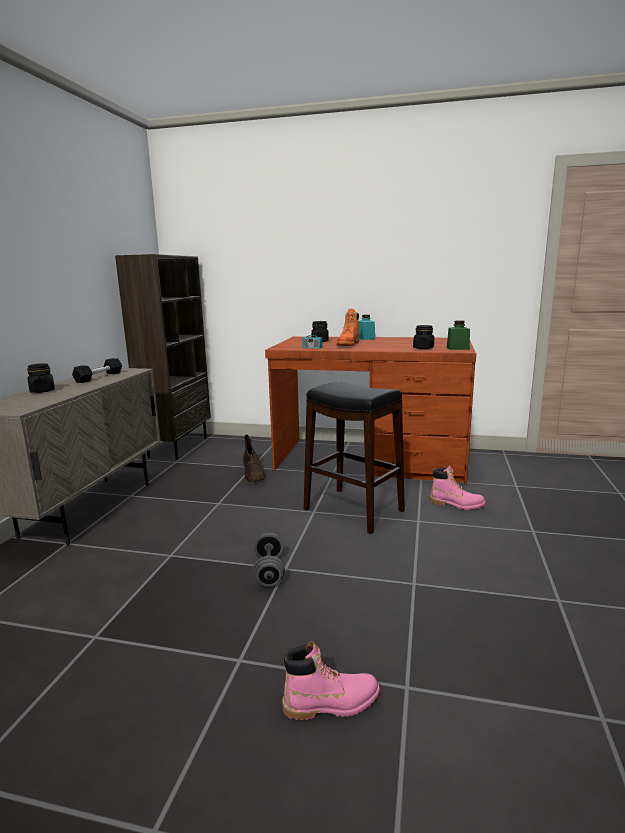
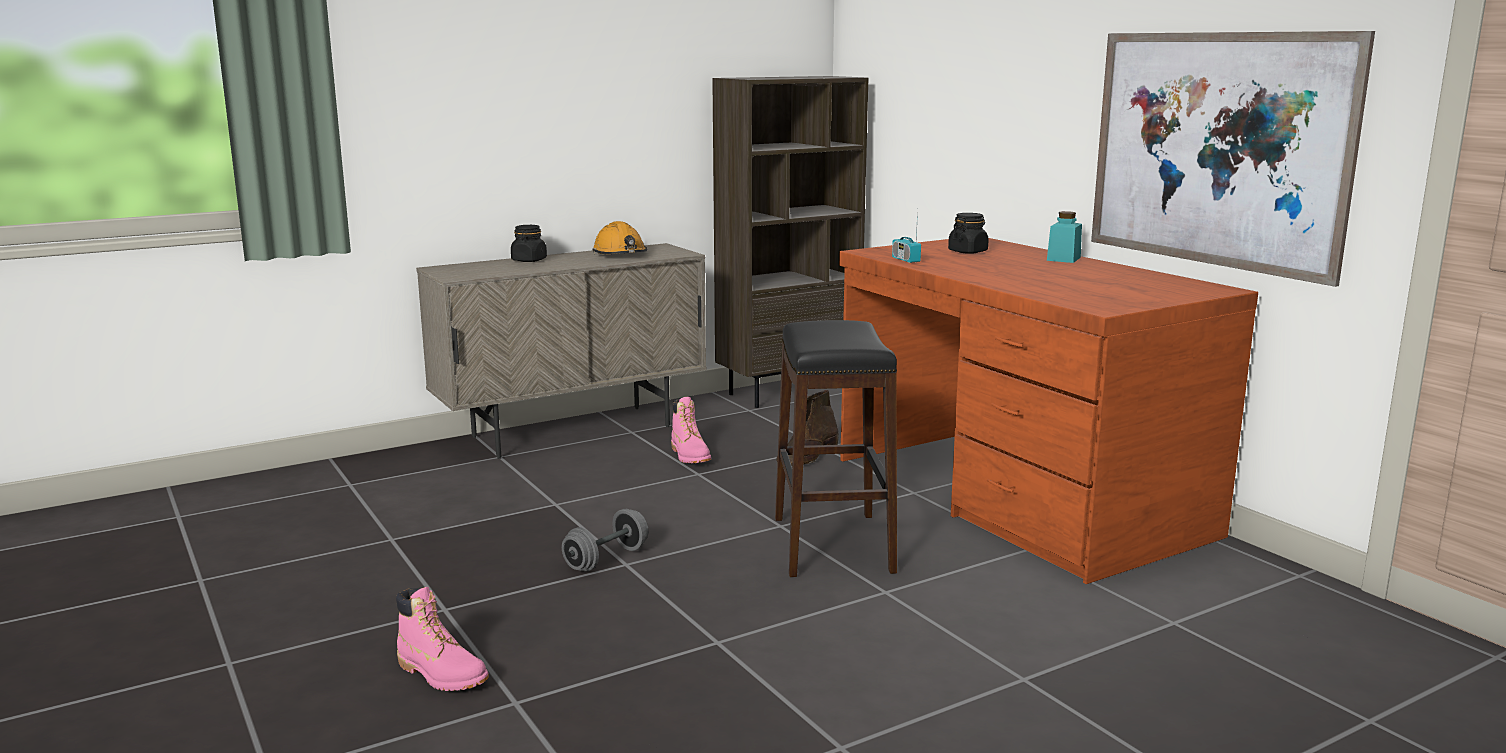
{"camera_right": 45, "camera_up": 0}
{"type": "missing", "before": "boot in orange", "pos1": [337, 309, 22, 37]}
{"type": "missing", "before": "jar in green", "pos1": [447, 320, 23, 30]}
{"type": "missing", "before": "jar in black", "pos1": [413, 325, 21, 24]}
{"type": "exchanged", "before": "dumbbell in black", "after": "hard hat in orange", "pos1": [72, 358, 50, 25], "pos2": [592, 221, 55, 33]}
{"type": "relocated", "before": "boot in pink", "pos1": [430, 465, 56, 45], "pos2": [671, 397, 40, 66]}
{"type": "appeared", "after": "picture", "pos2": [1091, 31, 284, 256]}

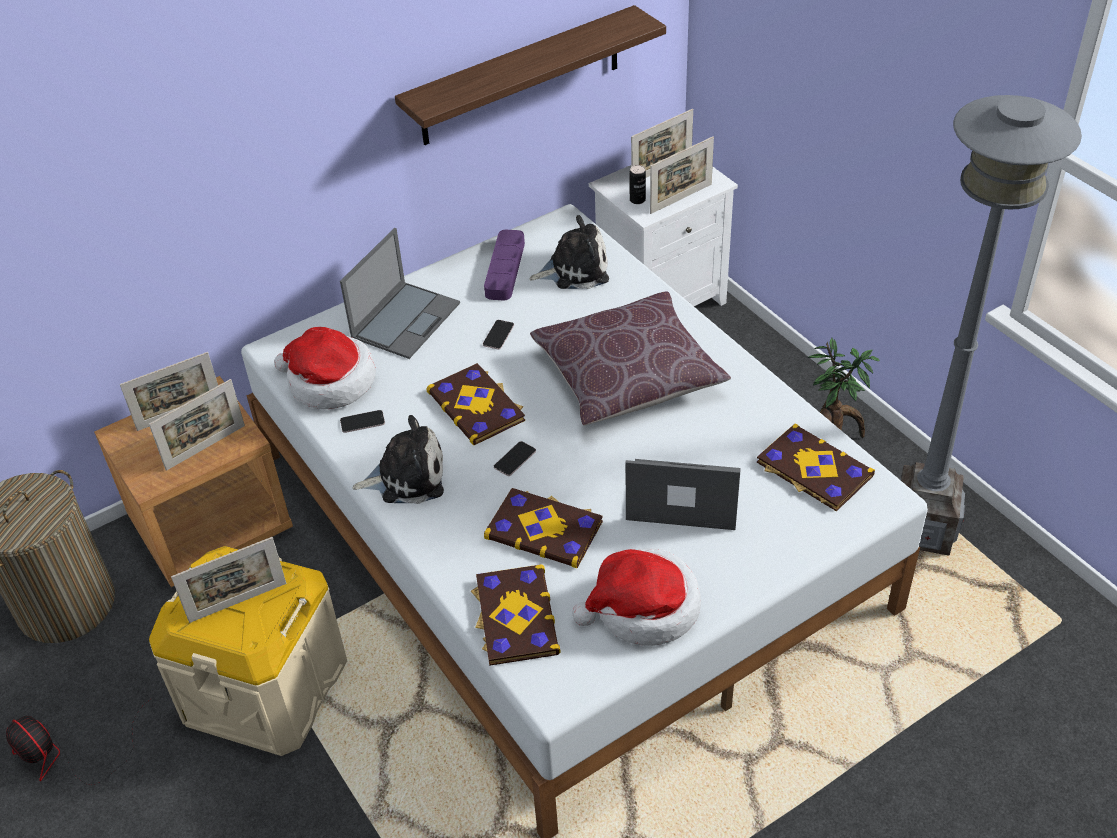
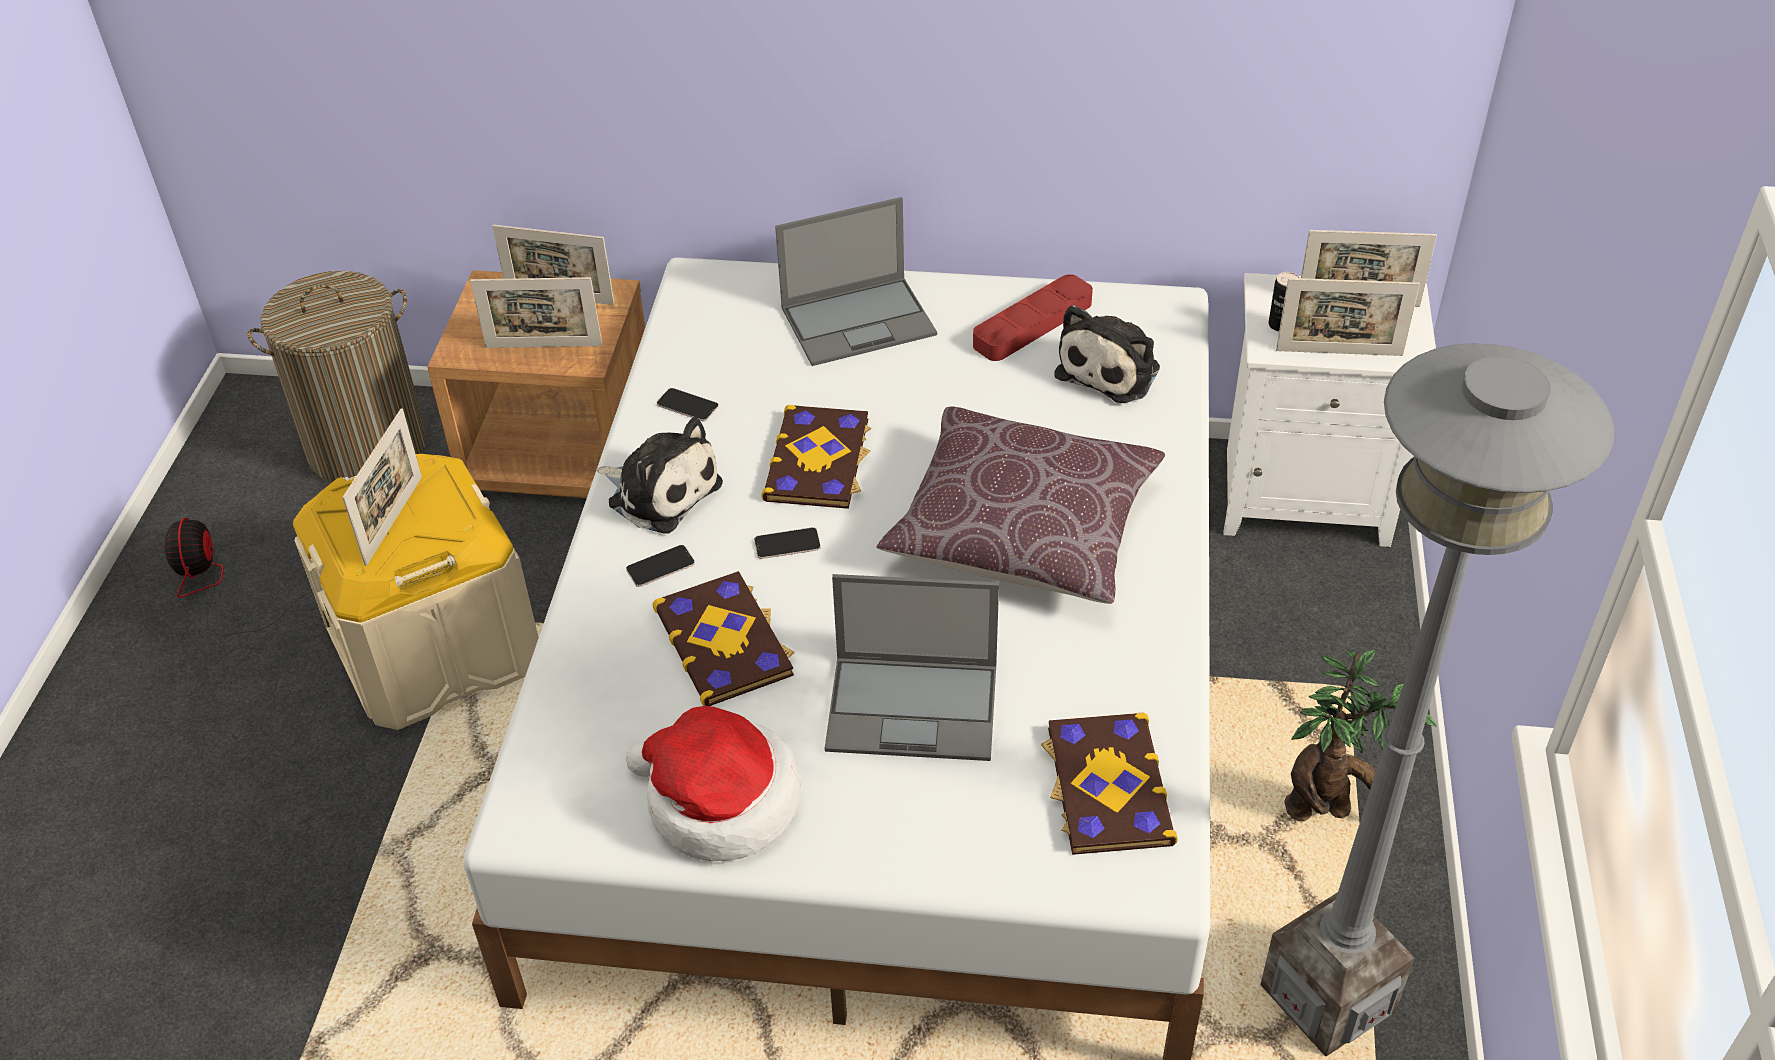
{"camera_right": 40, "camera_up": 0}
{"type": "missing", "before": "shelf", "pos1": [395, 5, 271, 140]}
{"type": "spun", "before": "plush toy", "pos1": [529, 215, 80, 74], "pos2": [1054, 305, 106, 98], "turn": 90}
{"type": "colour", "before": "tray in purple", "after": "tray in red", "pos1": [484, 230, 41, 71], "pos2": [973, 274, 120, 87]}
{"type": "relocated", "before": "phone", "pos1": [483, 320, 31, 29], "pos2": [626, 545, 69, 42]}
{"type": "missing", "before": "hat", "pos1": [274, 327, 102, 82]}
{"type": "spun", "before": "laptop", "pos1": [625, 459, 116, 71], "pos2": [825, 574, 174, 187], "turn": 135}
{"type": "spun", "before": "picture frame", "pos1": [171, 537, 115, 86], "pos2": [342, 408, 80, 158], "turn": -90}
{"type": "missing", "before": "book", "pos1": [471, 564, 90, 102]}

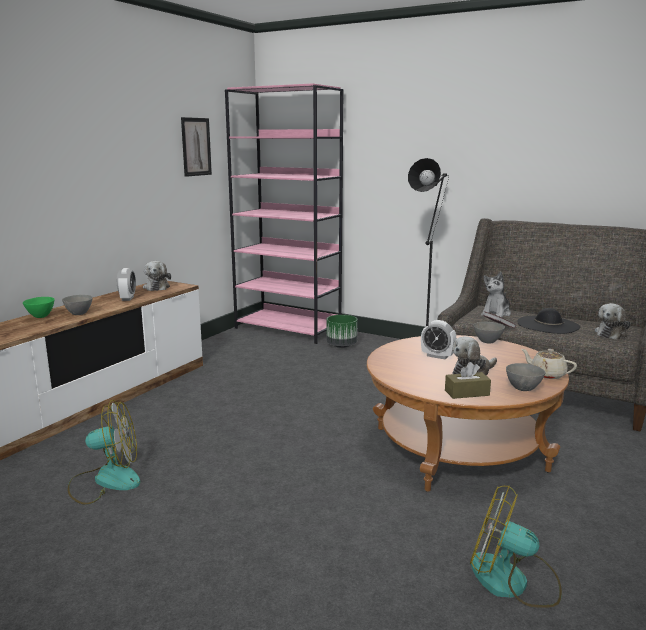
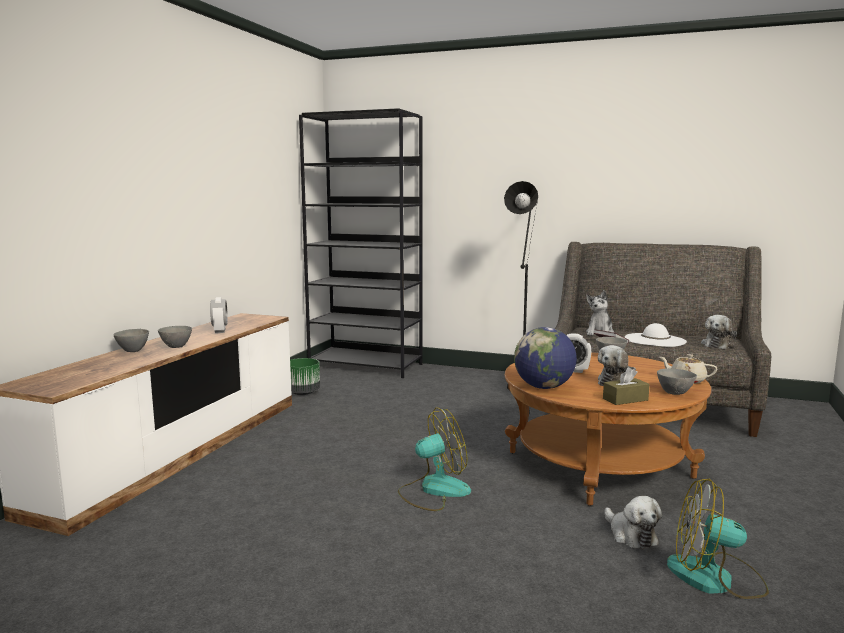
{"camera_right": -10, "camera_up": -5}
{"type": "colour", "before": "bookcase in pink", "after": "bookcase in black", "pos1": [225, 83, 118, 261], "pos2": [299, 108, 123, 270]}
{"type": "missing", "before": "picture", "pos1": [181, 117, 31, 60]}
{"type": "relocated", "before": "plush toy", "pos1": [143, 261, 28, 30], "pos2": [604, 496, 58, 53]}
{"type": "colour", "before": "bowl in green", "after": "bowl in grey", "pos1": [23, 297, 32, 21], "pos2": [113, 329, 36, 23]}
{"type": "colour", "before": "hat in black", "after": "hat in white", "pos1": [517, 308, 63, 26], "pos2": [625, 323, 62, 24]}
{"type": "relocated", "before": "planter in green", "pos1": [326, 315, 32, 33], "pos2": [290, 358, 30, 37]}
{"type": "relocated", "before": "fan", "pos1": [68, 400, 72, 105], "pos2": [398, 408, 73, 103]}
{"type": "appeared", "after": "globe", "pos2": [514, 327, 63, 62]}

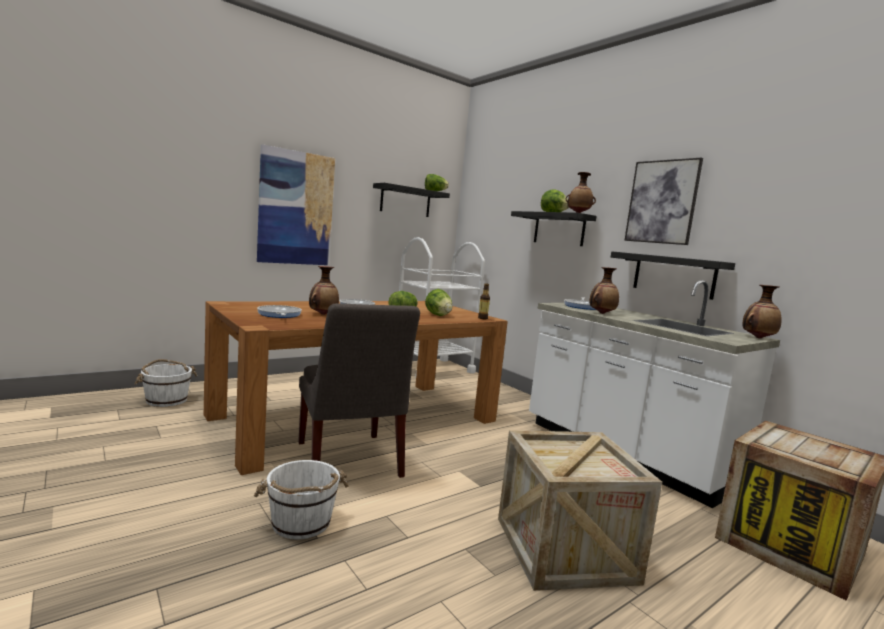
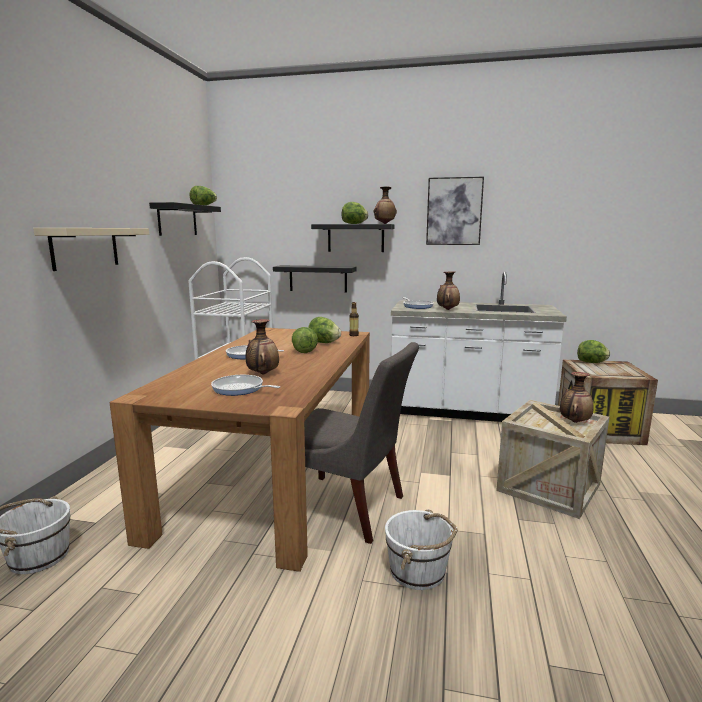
{"camera_right": -40, "camera_up": 5}
{"type": "exchanged", "before": "picture", "after": "shelf in beige", "pos1": [257, 144, 78, 121], "pos2": [33, 228, 116, 43]}
{"type": "relocated", "before": "shelf in black", "pos1": [611, 251, 124, 49], "pos2": [273, 265, 84, 28]}
{"type": "relocated", "before": "vase", "pos1": [742, 285, 40, 54], "pos2": [560, 372, 34, 51]}
{"type": "appeared", "after": "lettuce", "pos2": [577, 340, 33, 23]}

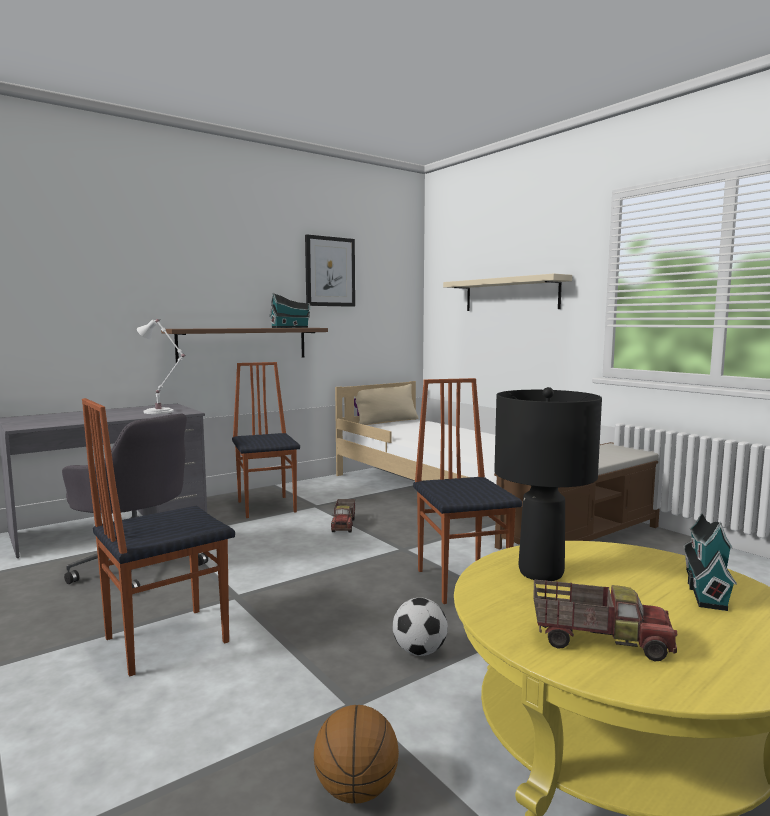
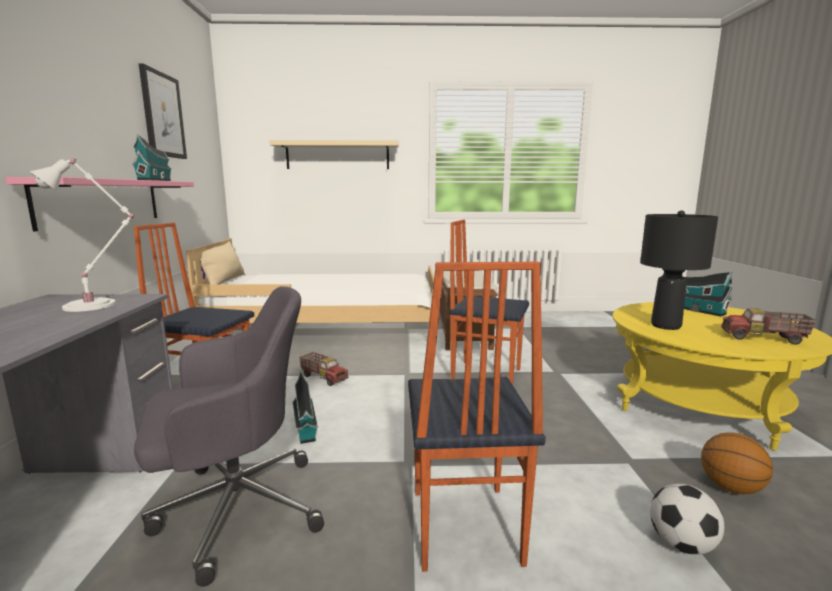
{"camera_right": -55, "camera_up": 5}
{"type": "colour", "before": "shelf in brown", "after": "shelf in pink", "pos1": [161, 328, 167, 35], "pos2": [5, 177, 189, 55]}
{"type": "spun", "before": "toy truck", "pos1": [534, 579, 143, 82], "pos2": [721, 308, 96, 37], "turn": -120}
{"type": "relocated", "before": "football", "pos1": [393, 597, 55, 59], "pos2": [650, 484, 74, 71]}
{"type": "appeared", "after": "toy house", "pos2": [293, 371, 25, 73]}

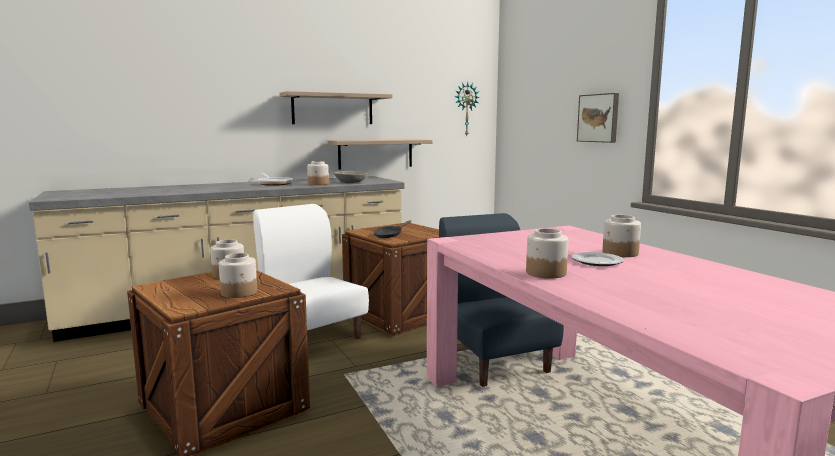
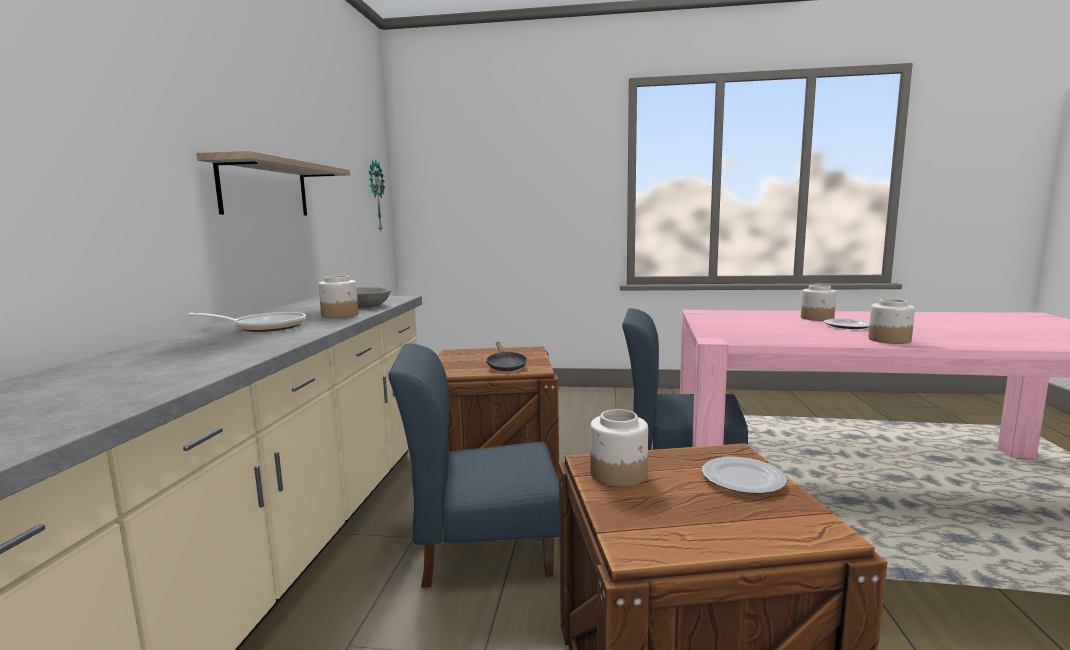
{"camera_right": -55, "camera_up": 0}
{"type": "missing", "before": "picture", "pos1": [577, 93, 42, 50]}
{"type": "missing", "before": "shelf", "pos1": [327, 139, 106, 30]}
{"type": "colour", "before": "chair in white", "after": "chair in blue", "pos1": [253, 204, 116, 135], "pos2": [388, 344, 171, 244]}
{"type": "exchanged", "before": "jar", "after": "plate", "pos1": [219, 253, 38, 45], "pos2": [702, 457, 85, 37]}

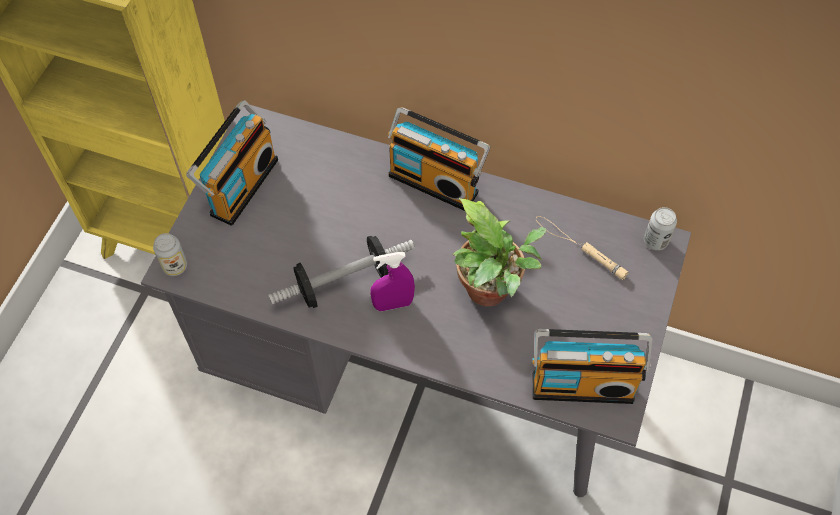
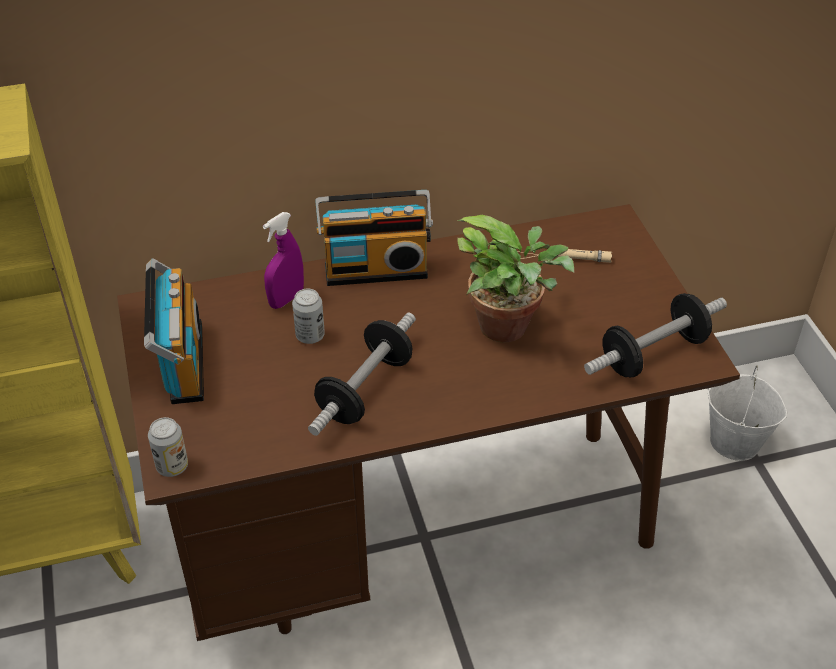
{"camera_right": -35, "camera_up": -15}
{"type": "colour", "before": "desk in grey", "after": "desk in brown", "pos1": [141, 105, 550, 392], "pos2": [117, 204, 623, 437]}
{"type": "relocated", "before": "can", "pos1": [644, 207, 33, 43], "pos2": [292, 289, 33, 55]}
{"type": "relocated", "before": "spray bottle in purple", "pos1": [370, 252, 45, 59], "pos2": [263, 212, 41, 97]}
{"type": "exchanged", "before": "radio", "after": "dumbbell", "pos1": [532, 329, 120, 75], "pos2": [584, 293, 143, 85]}
{"type": "appeared", "after": "bucket in white", "pos2": [708, 366, 79, 95]}

